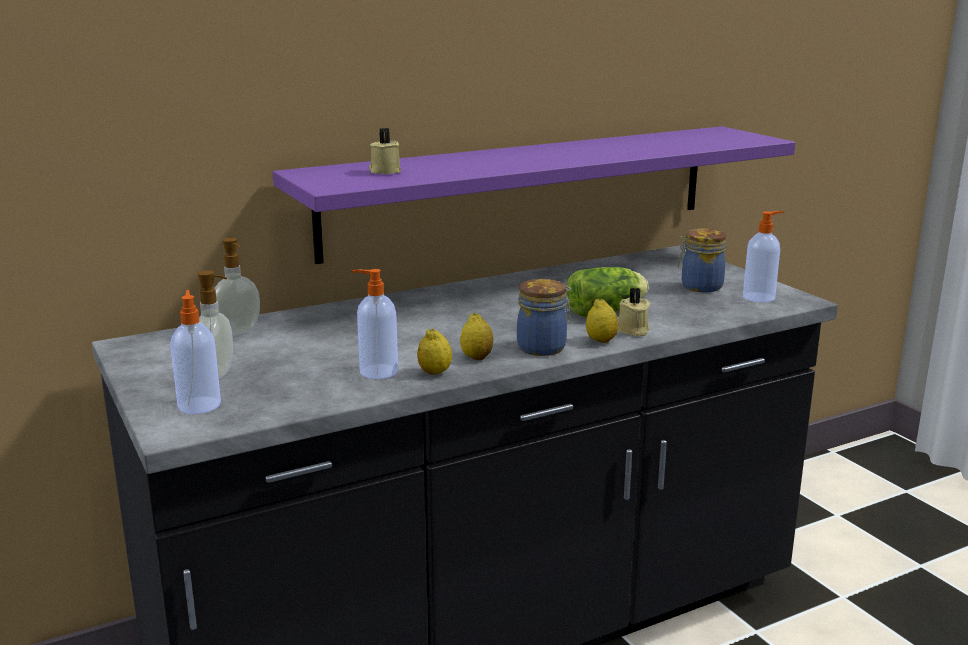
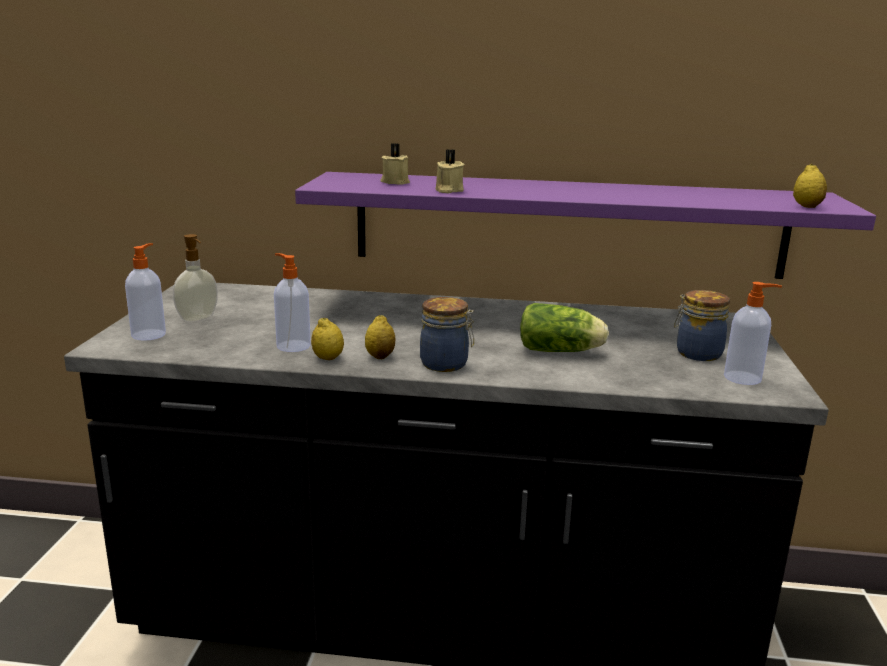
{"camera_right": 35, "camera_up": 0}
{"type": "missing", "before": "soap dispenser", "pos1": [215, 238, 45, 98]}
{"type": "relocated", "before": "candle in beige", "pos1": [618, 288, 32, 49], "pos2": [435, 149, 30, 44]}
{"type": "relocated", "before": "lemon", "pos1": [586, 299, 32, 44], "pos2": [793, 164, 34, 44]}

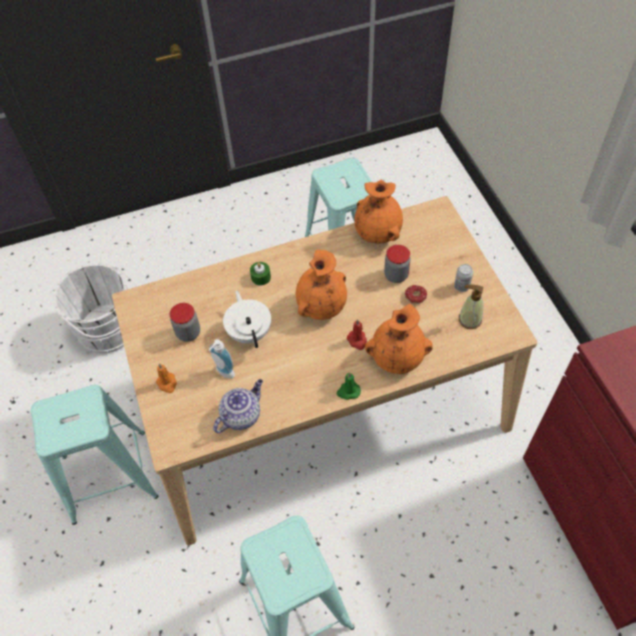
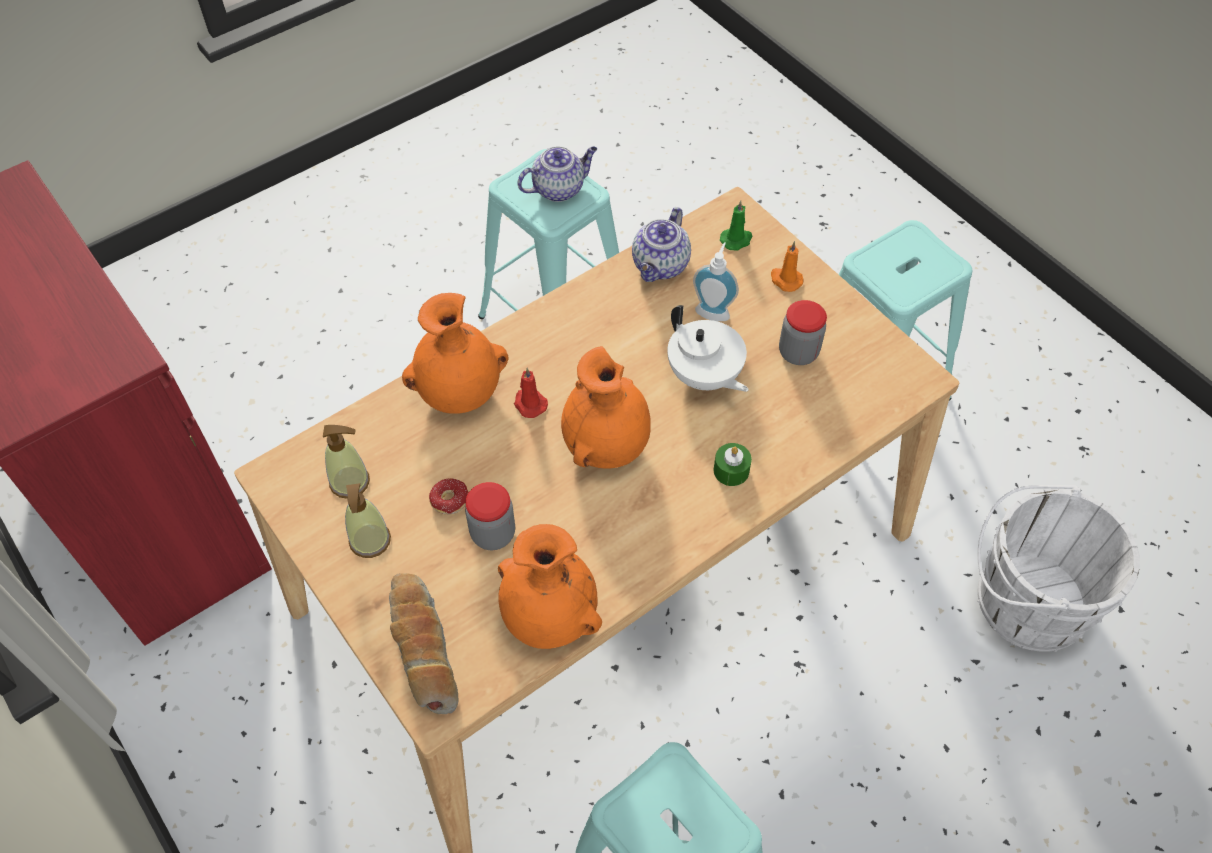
{"camera_right": 160, "camera_up": 0}
{"type": "exchanged", "before": "can", "after": "soap dispenser", "pos1": [454, 264, 19, 28], "pos2": [345, 483, 46, 75]}
{"type": "relocated", "before": "candle in green", "pos1": [337, 372, 24, 28], "pos2": [720, 201, 32, 50]}
{"type": "appeared", "after": "teapot", "pos2": [517, 146, 80, 56]}
{"type": "appeared", "after": "bread", "pos2": [389, 573, 69, 141]}

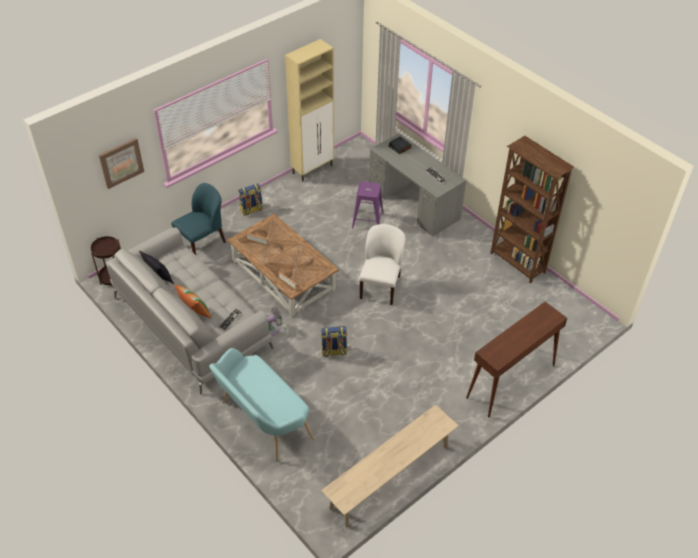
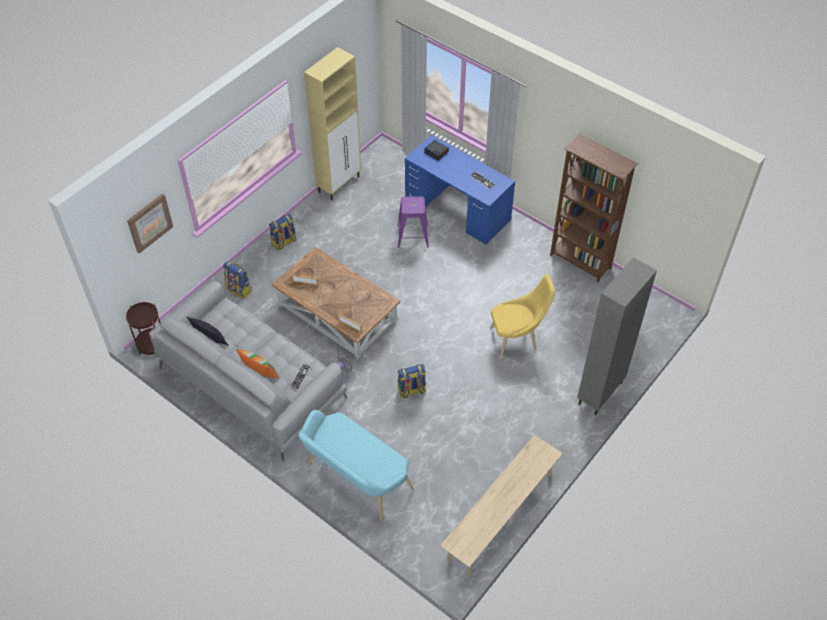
{"camera_right": -10, "camera_up": 5}
{"type": "colour", "before": "desk in grey", "after": "desk in blue", "pos1": [369, 133, 97, 103], "pos2": [405, 135, 110, 109]}
{"type": "exchanged", "before": "chair in blue", "after": "backpack", "pos1": [171, 183, 55, 72], "pos2": [223, 261, 29, 38]}
{"type": "missing", "before": "chair in white", "pos1": [359, 224, 46, 81]}
{"type": "exchanged", "before": "console table in brown", "after": "cabinet in grey", "pos1": [466, 302, 101, 116], "pos2": [577, 257, 80, 159]}
{"type": "appeared", "after": "chair in yellow", "pos2": [490, 274, 65, 85]}

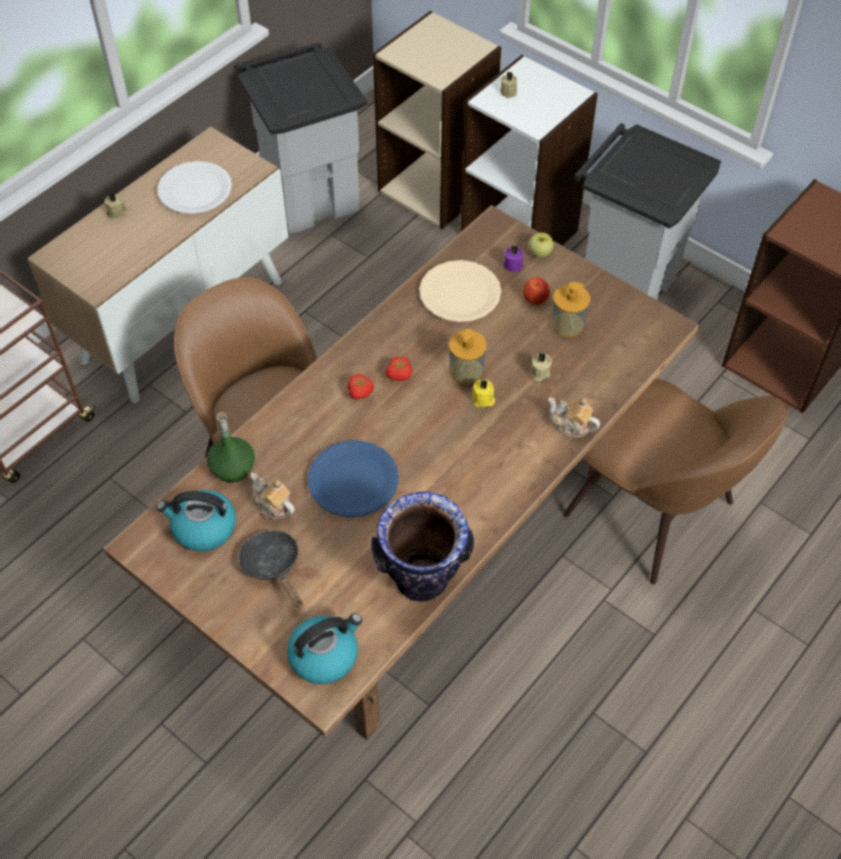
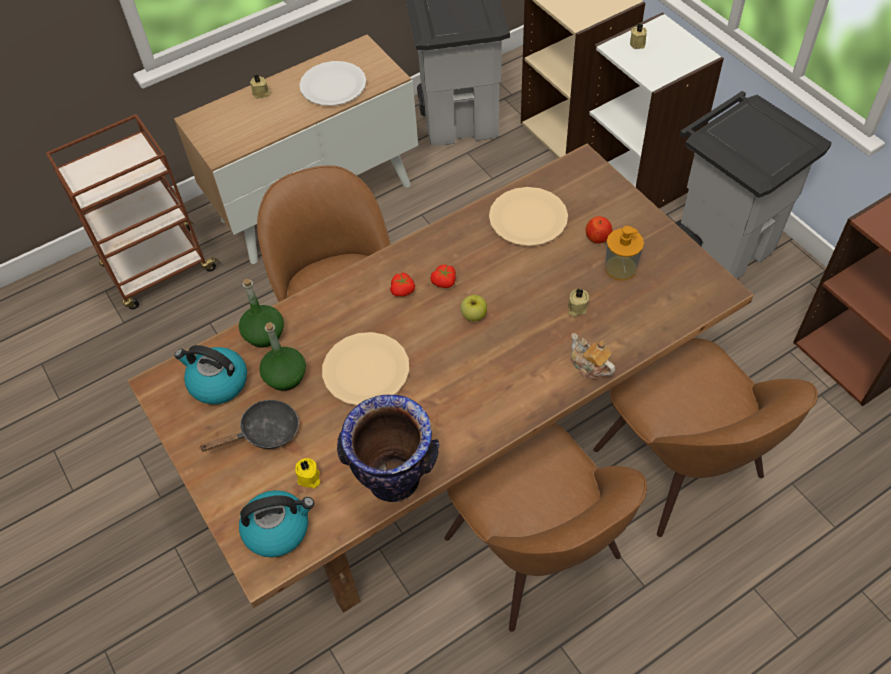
{"camera_right": 20, "camera_up": 0}
{"type": "relocated", "before": "apple", "pos1": [529, 233, 25, 25], "pos2": [460, 295, 27, 26]}
{"type": "missing", "before": "candle in purple", "pos1": [503, 245, 20, 27]}
{"type": "missing", "before": "soap dispenser", "pos1": [449, 328, 38, 56]}
{"type": "relocated", "before": "candle in yellow", "pos1": [472, 379, 23, 28], "pos2": [295, 458, 25, 31]}
{"type": "colour", "before": "plate in blue", "after": "plate in beige", "pos1": [308, 440, 91, 77], "pos2": [322, 332, 87, 73]}
{"type": "exchanged", "before": "teapot", "after": "bottle in green", "pos1": [250, 473, 45, 46], "pos2": [259, 322, 47, 69]}
{"type": "spun", "before": "frying pan in black", "pos1": [238, 530, 65, 78], "pos2": [199, 400, 100, 52], "turn": 75}
{"type": "appeared", "after": "chair in brown", "pos2": [444, 423, 203, 209]}

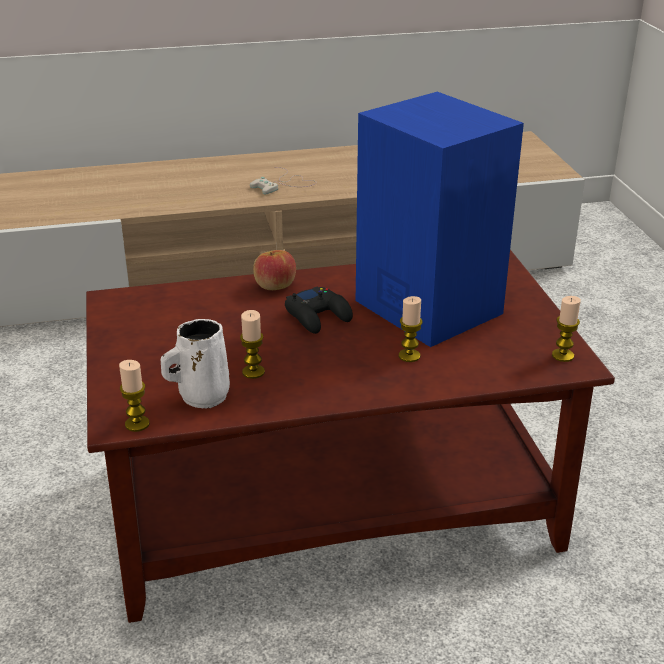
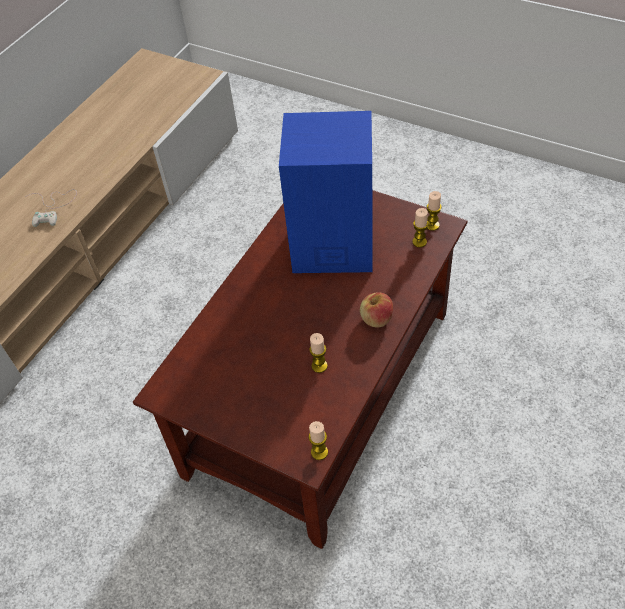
{"camera_right": -45, "camera_up": 20}
{"type": "relocated", "before": "apple", "pos1": [253, 250, 43, 40], "pos2": [360, 292, 33, 36]}
{"type": "missing", "before": "game controller in black", "pos1": [285, 287, 68, 47]}
{"type": "relocated", "before": "candle", "pos1": [399, 296, 24, 66], "pos2": [412, 208, 16, 39]}
{"type": "missing", "before": "mug in white", "pos1": [161, 319, 69, 90]}

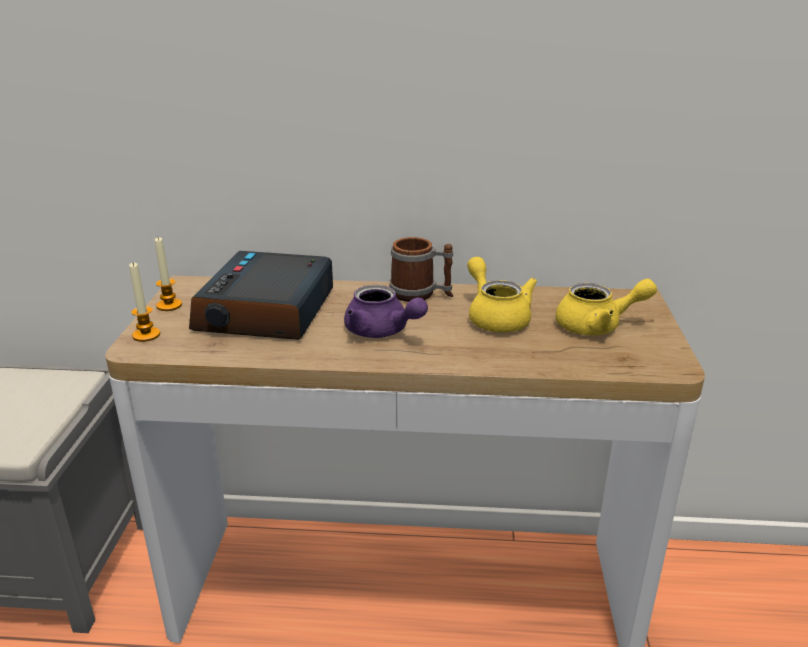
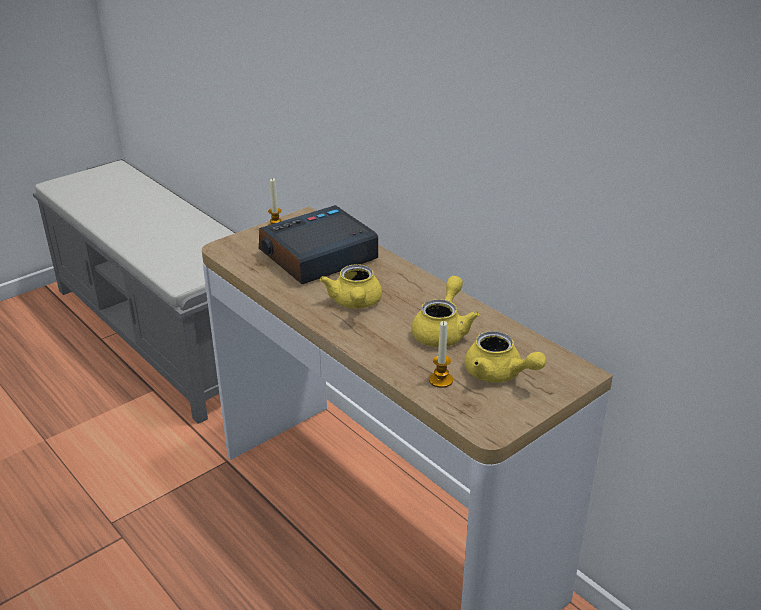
{"camera_right": 45, "camera_up": 5}
{"type": "missing", "before": "mug", "pos1": [390, 237, 63, 65]}
{"type": "relocated", "before": "candle", "pos1": [129, 263, 31, 79], "pos2": [429, 321, 24, 67]}
{"type": "colour", "before": "teapot in purple", "after": "teapot in yellow", "pos1": [344, 285, 84, 53], "pos2": [320, 264, 62, 45]}

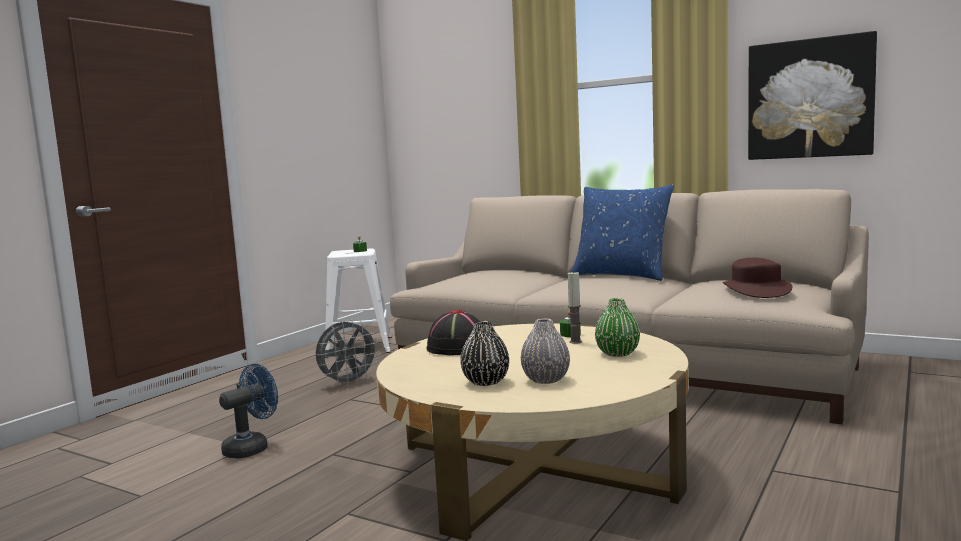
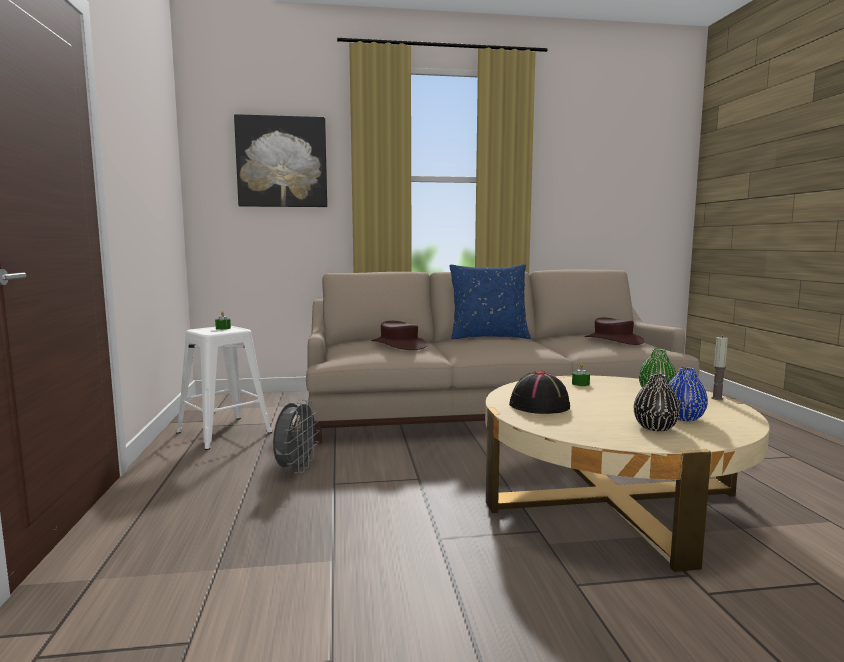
{"camera_right": -40, "camera_up": 0}
{"type": "relocated", "before": "picture", "pos1": [748, 31, 129, 129], "pos2": [234, 114, 93, 93]}
{"type": "relocated", "before": "candle", "pos1": [568, 271, 14, 73], "pos2": [711, 336, 17, 64]}
{"type": "colour", "before": "vase in grey", "after": "vase in blue", "pos1": [521, 318, 49, 66], "pos2": [669, 367, 39, 54]}
{"type": "missing", "before": "fan in blue", "pos1": [219, 364, 59, 95]}
{"type": "appeared", "after": "hat in brown", "pos2": [372, 321, 55, 29]}

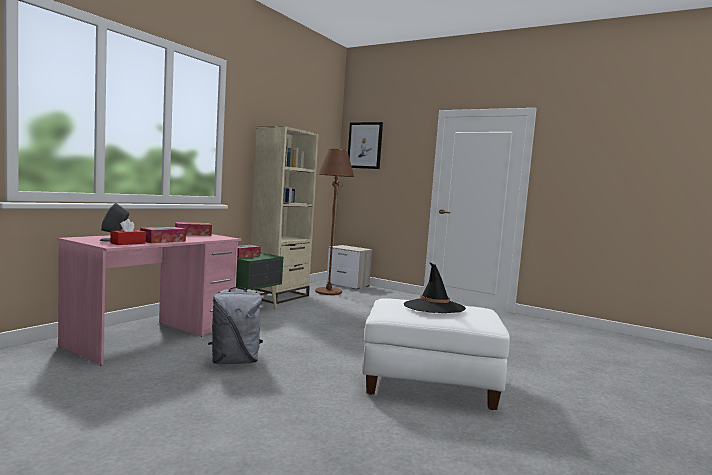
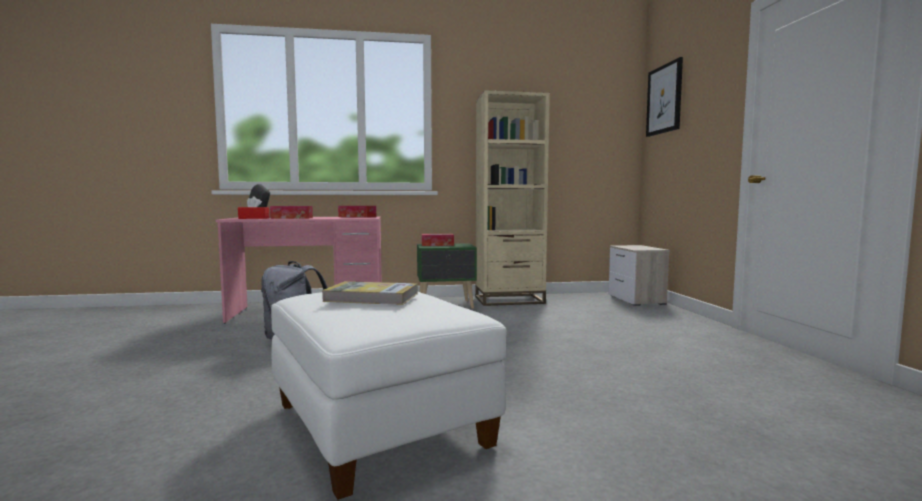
{"camera_right": 50, "camera_up": 0}
{"type": "missing", "before": "floor lamp in brown", "pos1": [315, 149, 39, 146]}
{"type": "exchanged", "before": "hat in black", "after": "book", "pos1": [404, 262, 62, 51], "pos2": [322, 281, 95, 24]}

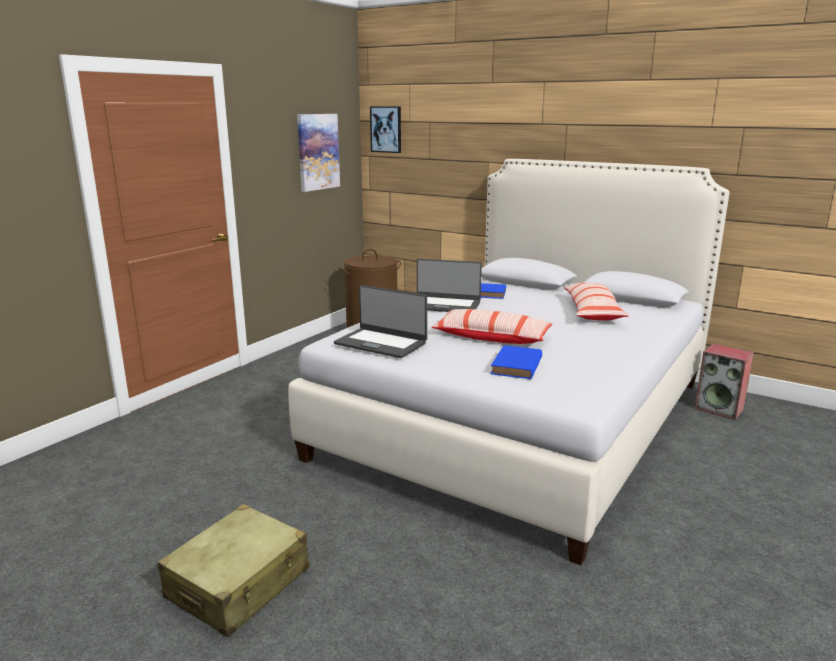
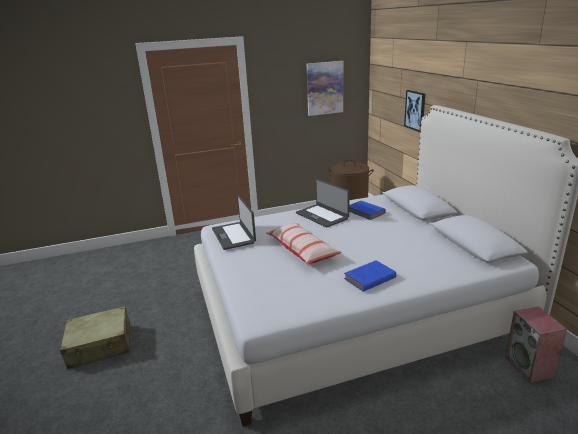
{"camera_right": 40, "camera_up": 5}
{"type": "relocated", "before": "picture", "pos1": [370, 106, 31, 47], "pos2": [404, 90, 21, 42]}
{"type": "missing", "before": "pillow", "pos1": [564, 283, 65, 37]}
{"type": "relocated", "before": "book in blue", "pos1": [490, 345, 52, 34], "pos2": [344, 260, 52, 32]}

